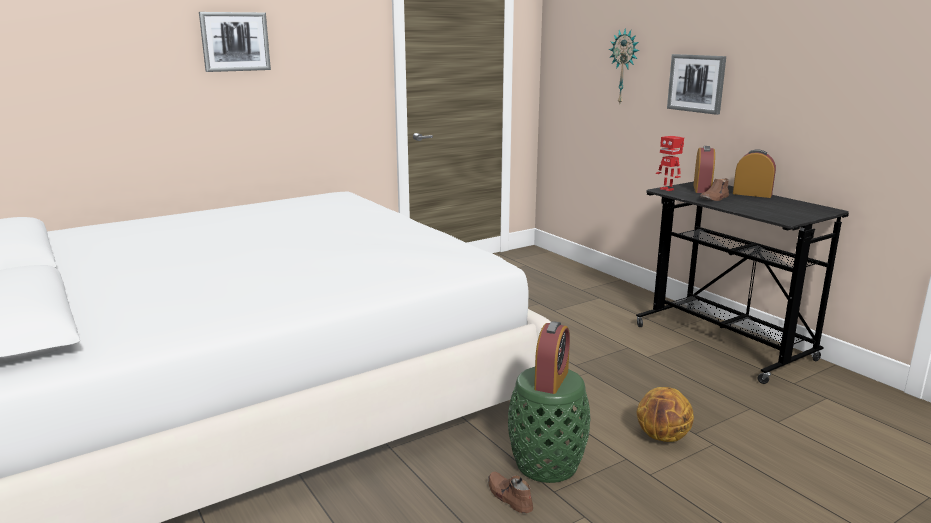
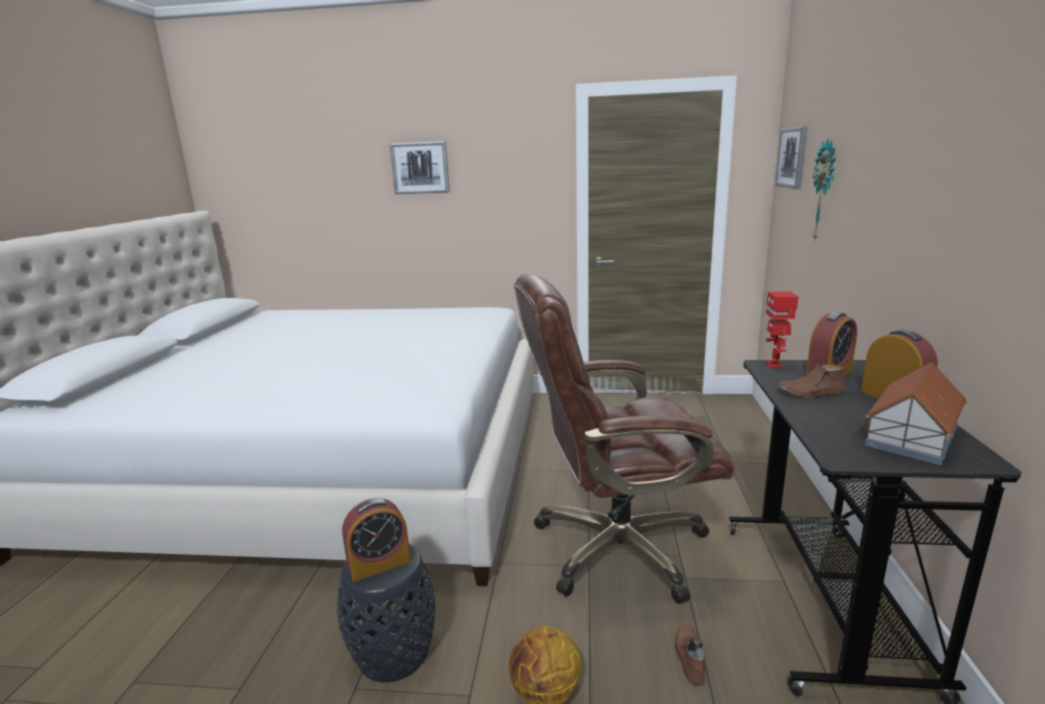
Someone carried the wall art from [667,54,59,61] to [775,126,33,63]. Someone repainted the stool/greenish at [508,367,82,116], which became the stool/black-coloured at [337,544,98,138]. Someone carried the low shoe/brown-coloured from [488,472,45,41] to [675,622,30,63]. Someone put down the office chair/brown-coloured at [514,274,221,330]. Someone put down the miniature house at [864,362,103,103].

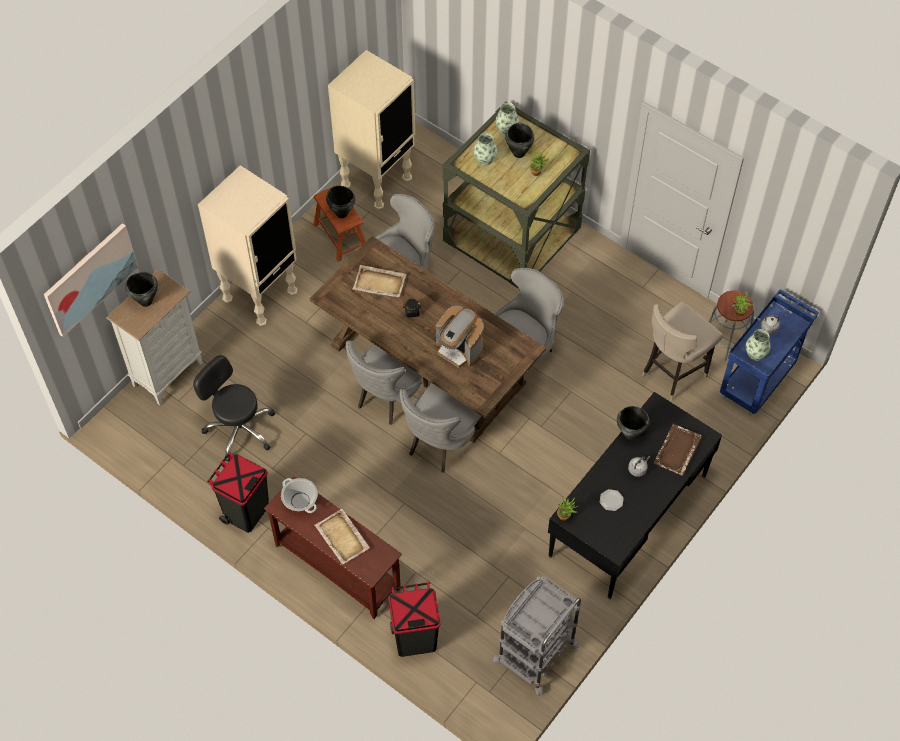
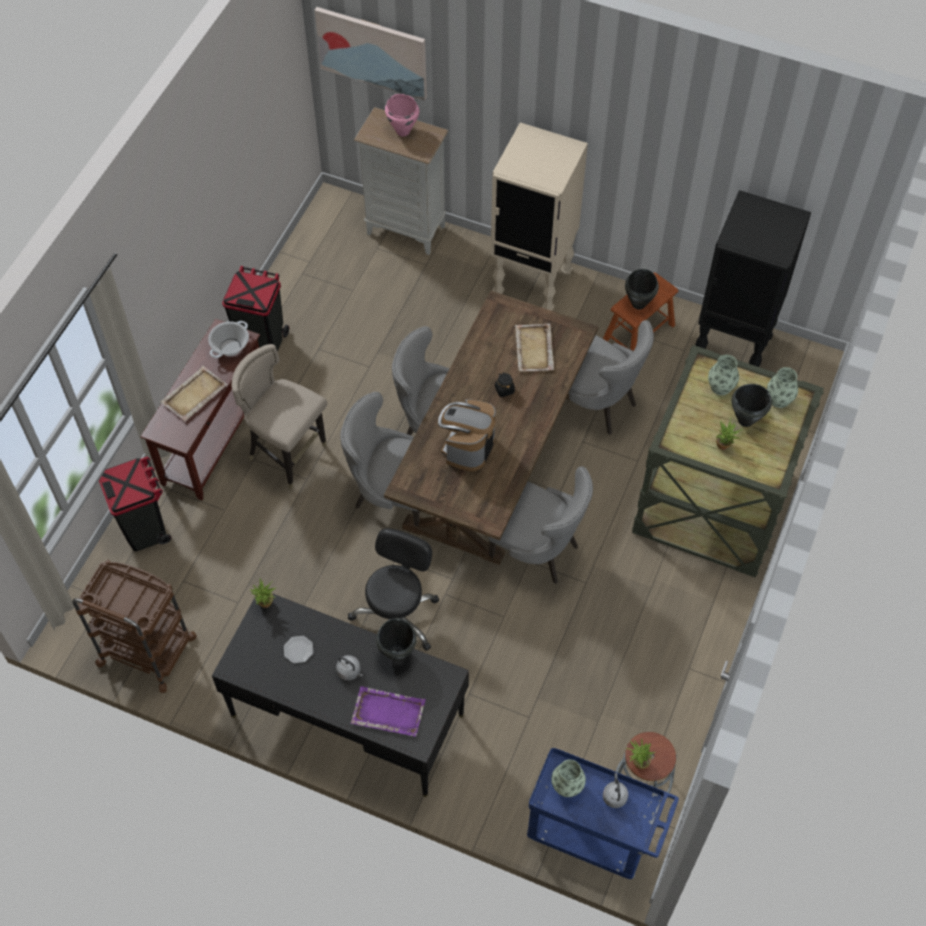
Someone repainted the cupboard/beige at [328,50,87,160], which became the cupboard/black-coloured at [695,190,116,177]. Someone repainted the saucepot/black-coloured at [125,272,33,35], which became the saucepot/pinkish at [385,94,34,42]. Someone carried the stool/beige from [642,301,81,100] to [231,344,96,146]. Someone carried the office chair/black-coloured from [193,355,82,107] to [348,528,91,123]. Someone repainted the tray/brown-coloured at [654,423,48,53], which became the tray/purple-coloured at [351,686,75,51]. Someone repainted the cart/greyish at [493,576,88,120], which became the cart/brown-coloured at [72,560,125,133].

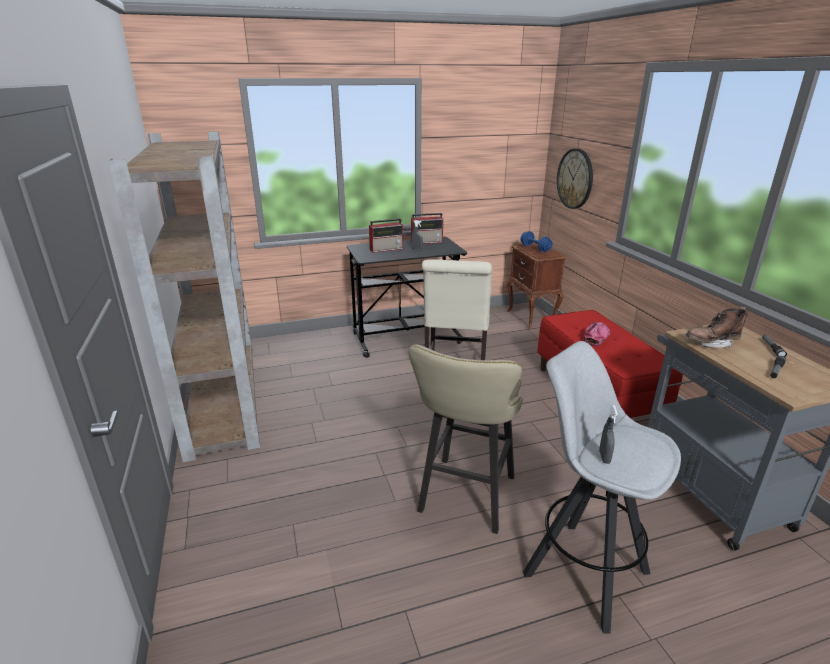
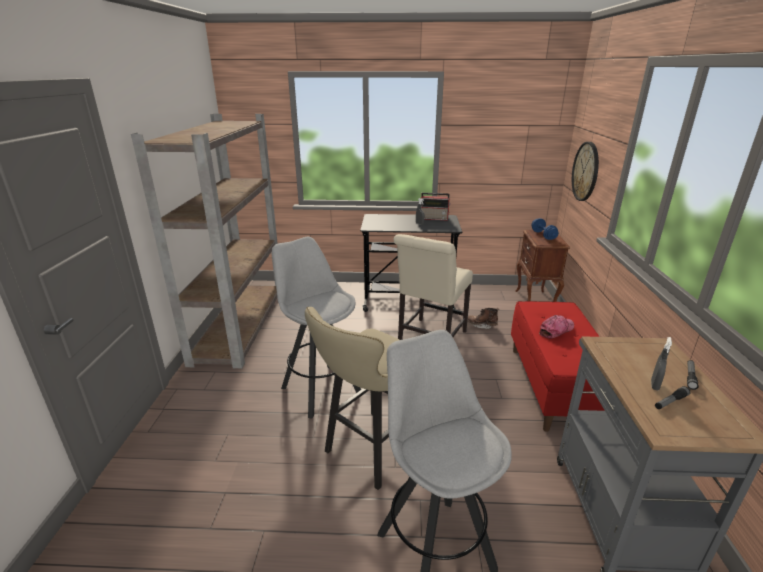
Someone took away the radio receiver at [369,218,34,35]. Someone carried the boot/brown-coloured from [686,306,61,42] to [467,308,32,21]. Someone carried the sprayer/greyish from [599,405,19,59] to [651,337,21,53]. Someone put down the stool/greyish at [272,237,89,182].

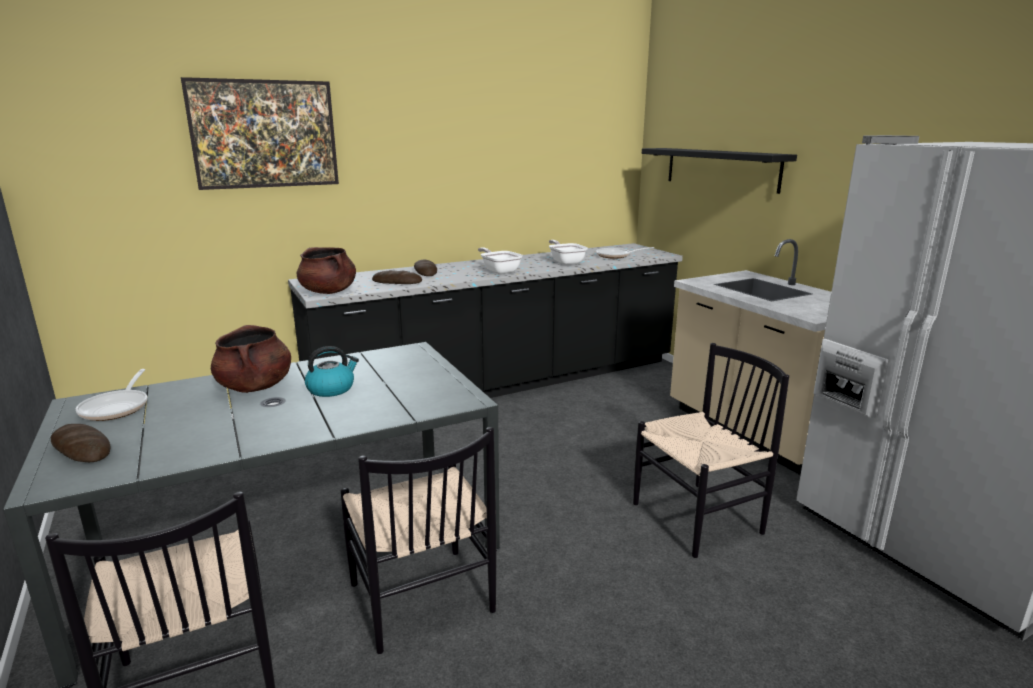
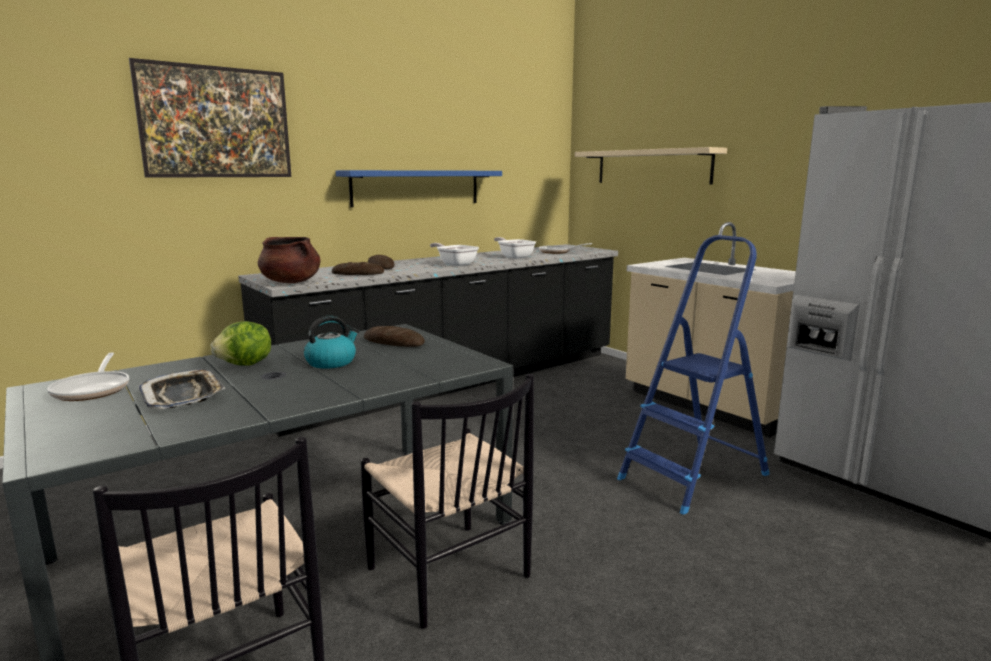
Someone repainted the bracket shelf/black-coloured at [642,148,155,46], which became the bracket shelf/beige at [575,147,152,37]. Someone swapped the saucepot/brown-coloured at [211,325,80,68] for the head of lettuce at [210,321,61,44]. Someone swapped the upright chair/black-coloured at [633,343,156,215] for the stepladder/blue-coloured at [617,235,153,280]. Someone carried the baked bread from [51,424,60,38] to [364,326,61,21]. Someone put up the bracket shelf/blue-coloured at [336,170,166,37]. Someone put down the tray at [139,369,86,40].

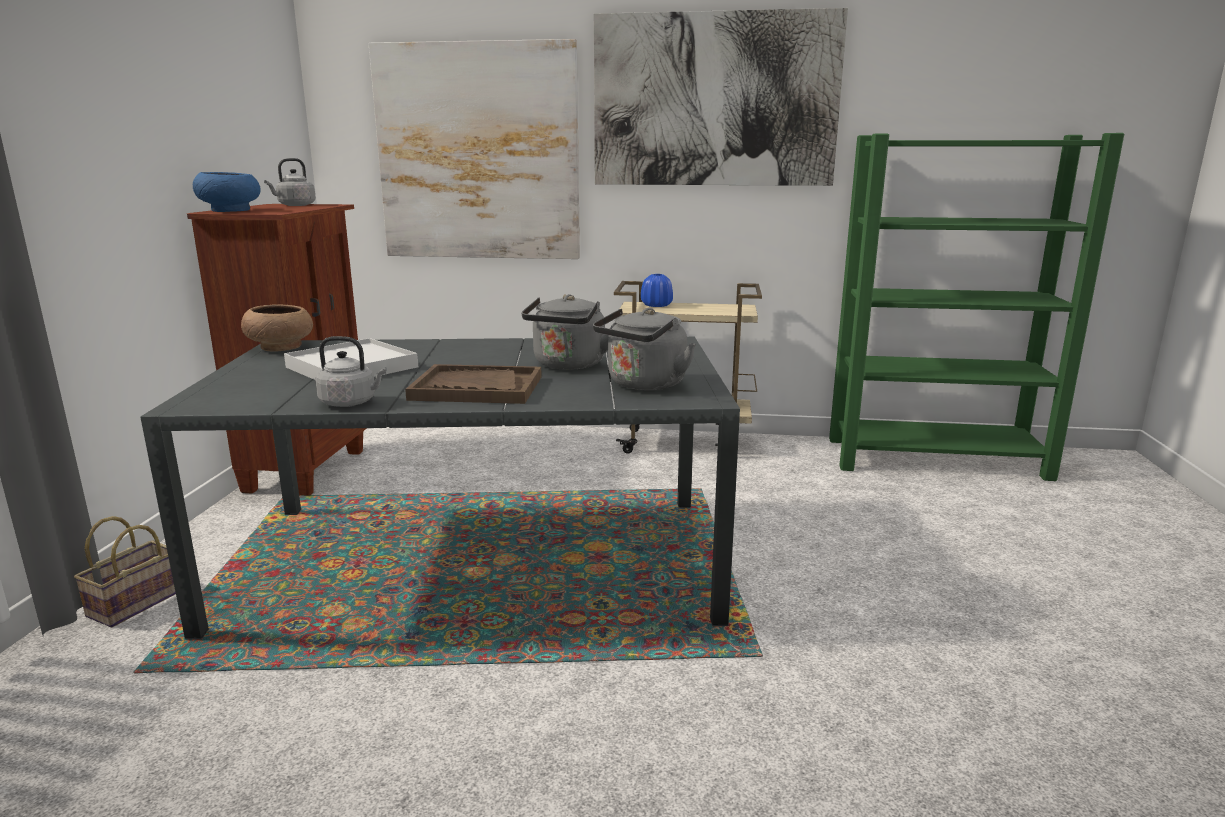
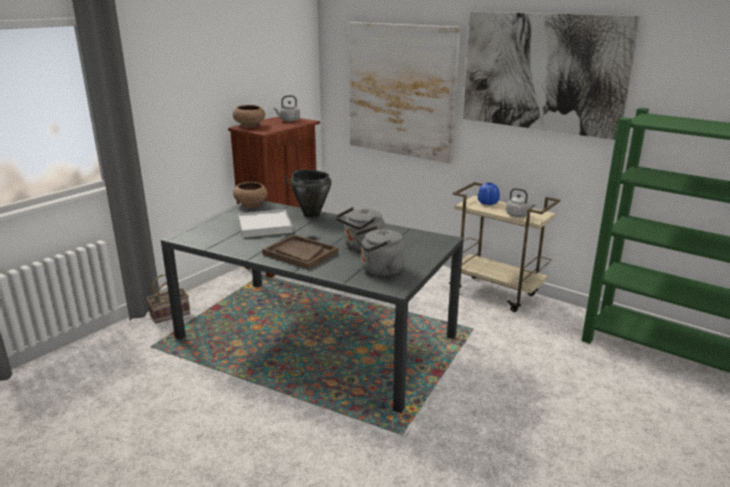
Someone repainted the bowl/blue-coloured at [193,172,67,40], which became the bowl/brown-coloured at [233,105,32,23]. Someone carried the kettle/greyish from [315,336,72,71] to [506,188,30,29]. Someone put down the saucepot/black-coloured at [290,170,41,48].

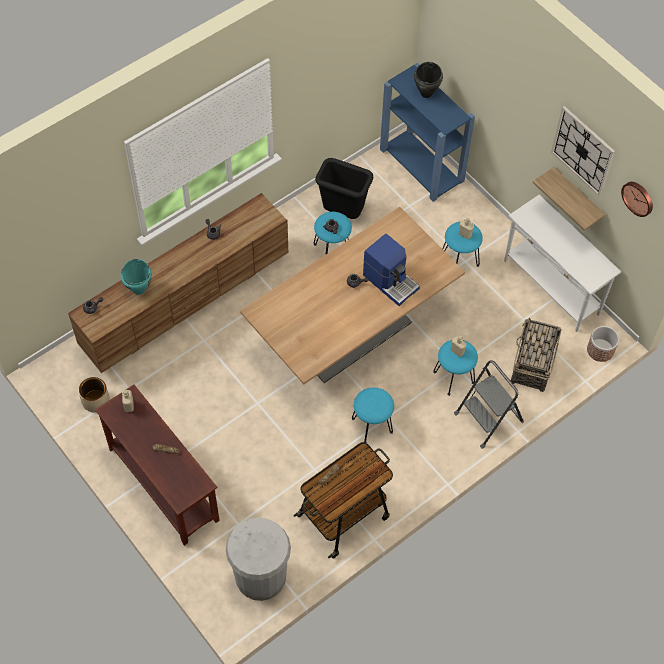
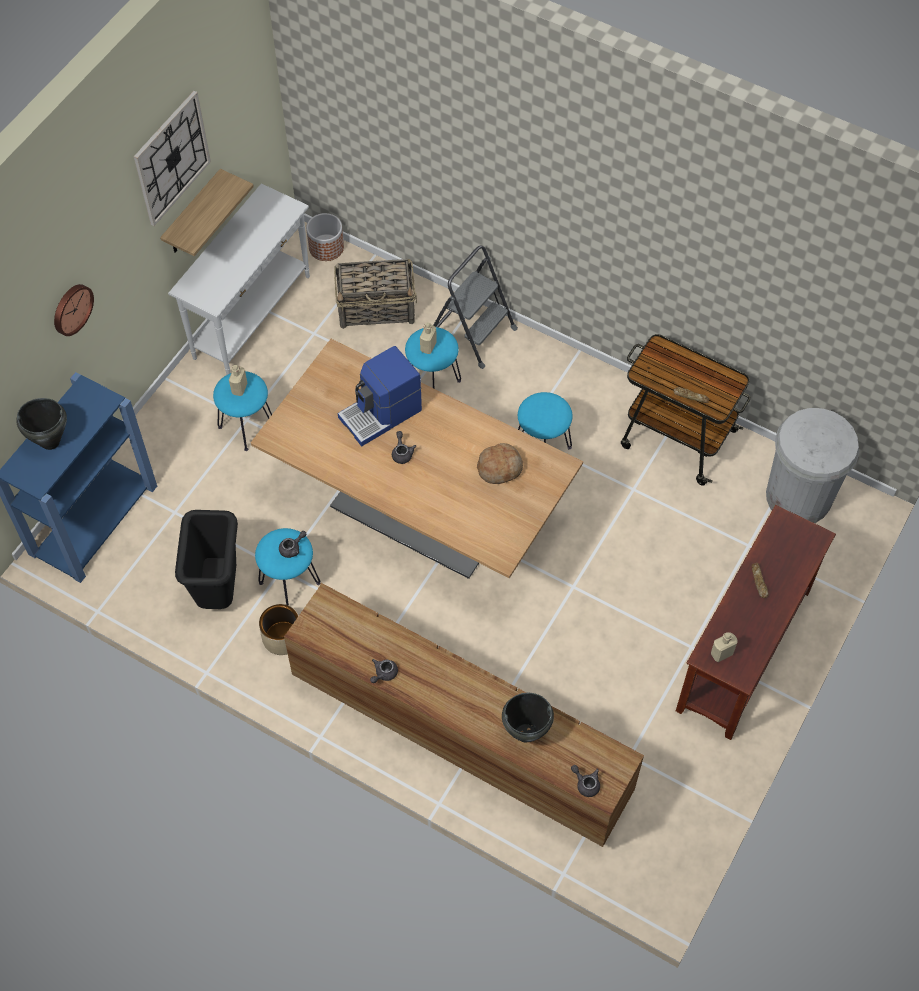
Someone carried the hanging clock from [621,182,32,35] to [54,284,40,52]. Someone rotated the coffee brewer at [363,234,57,72] by 150 degrees counterclockwise. Someone repainted the saucepot/turquoise-coloured at [121,259,31,36], which became the saucepot/black-coloured at [502,693,52,49]. Someone carried the plant pot/beige from [78,377,32,35] to [259,604,39,51]. Someone put down the baked bread at [477,443,46,41].

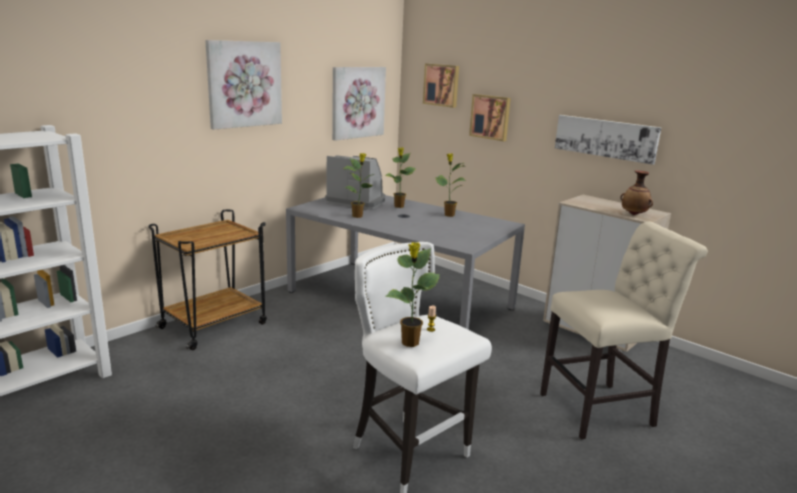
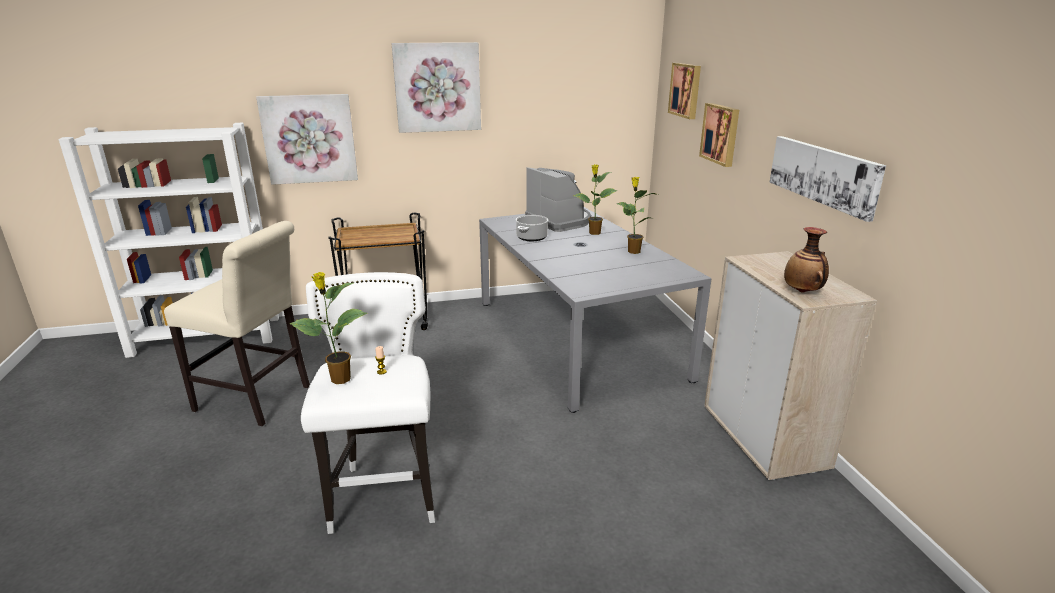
Someone carried the wall art from [332,67,54,74] to [256,94,102,91]. Someone swapped the potted plant at [343,153,30,65] for the saucepot at [515,215,34,26]. Someone carried the stool/beige from [540,221,168,219] to [164,221,146,205].

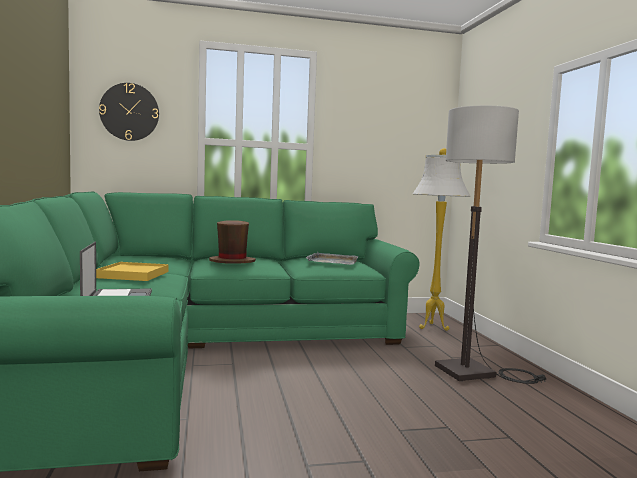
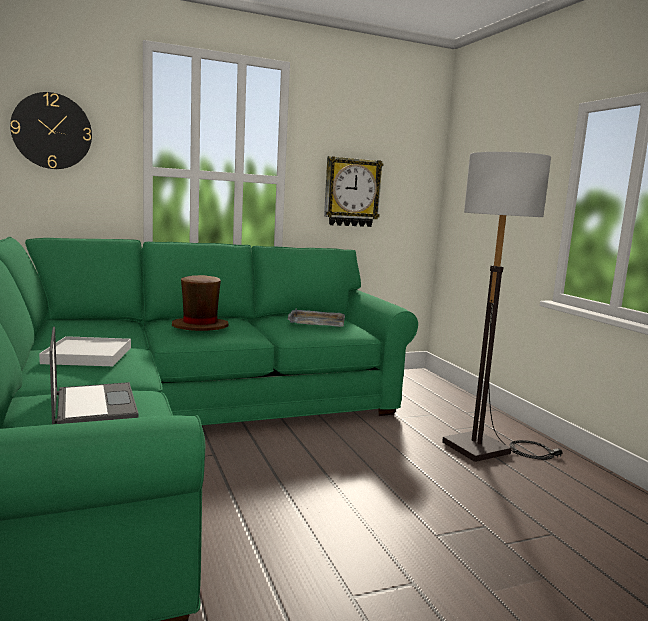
Someone took away the standing lamp/whitish at [413,148,57,183]. Someone repainted the tray/yellow at [96,262,73,19], which became the tray/whitish at [39,336,92,30]. Someone put up the hanging clock at [324,156,59,71].

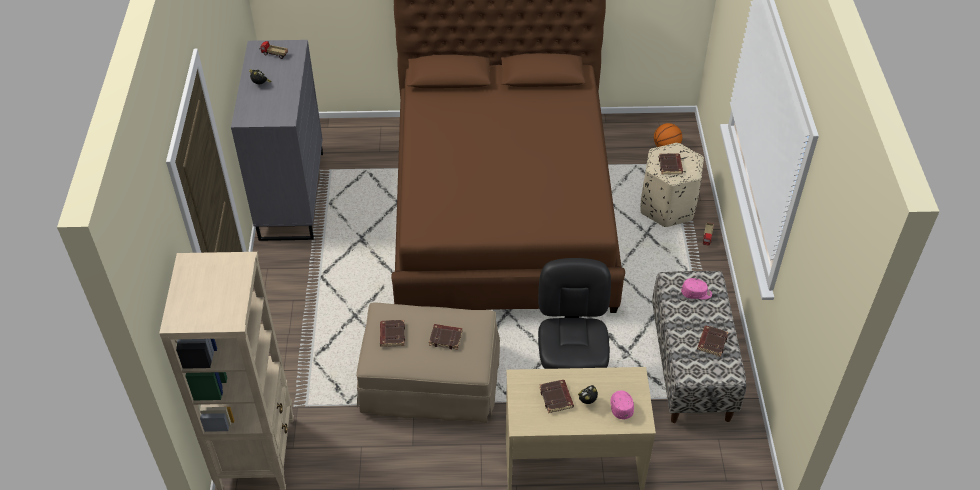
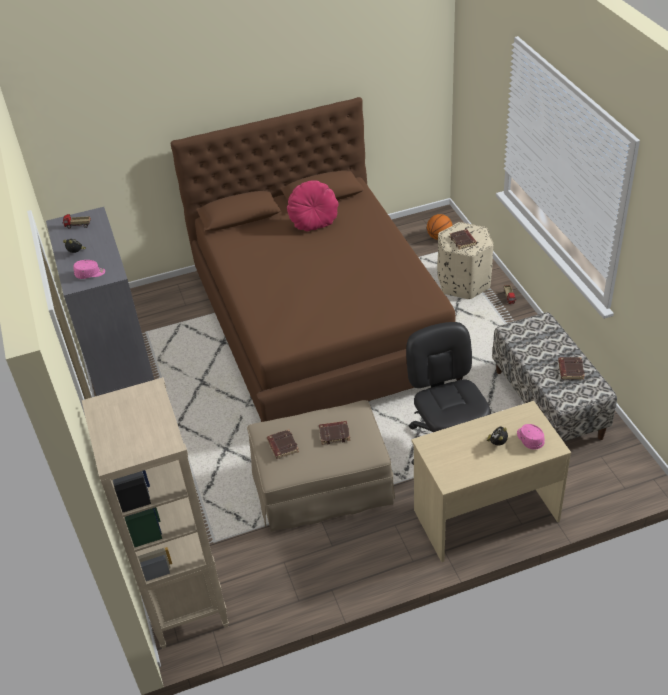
Someone carried the peaked cap/pinkish from [681,278,31,22] to [74,260,31,19]. Someone took away the book/brown-coloured at [539,380,35,33]. Someone put down the cushion/pinkish at [287,180,52,51].

